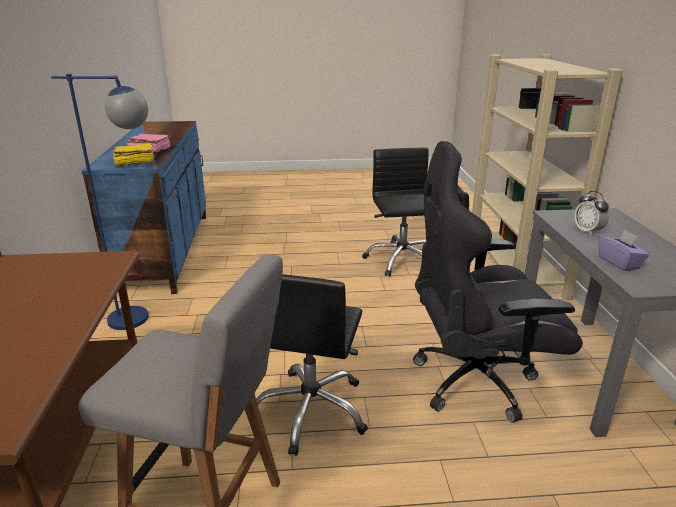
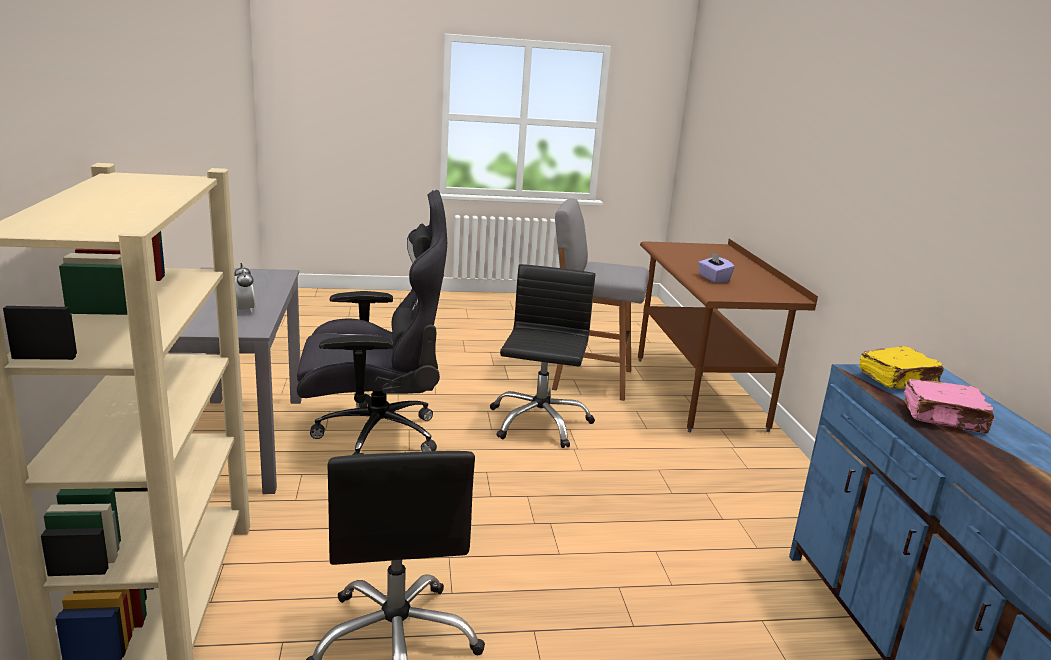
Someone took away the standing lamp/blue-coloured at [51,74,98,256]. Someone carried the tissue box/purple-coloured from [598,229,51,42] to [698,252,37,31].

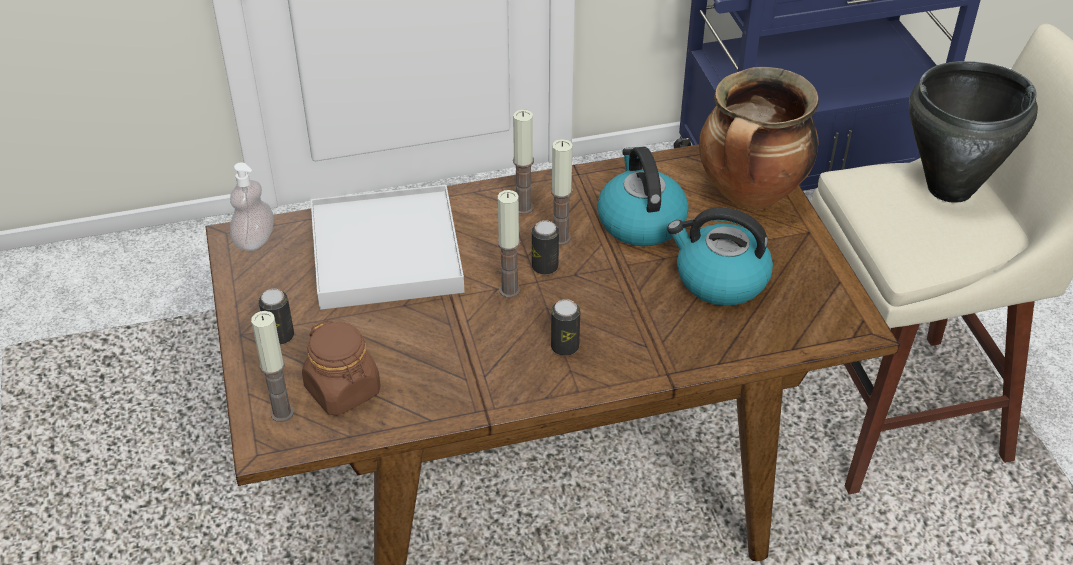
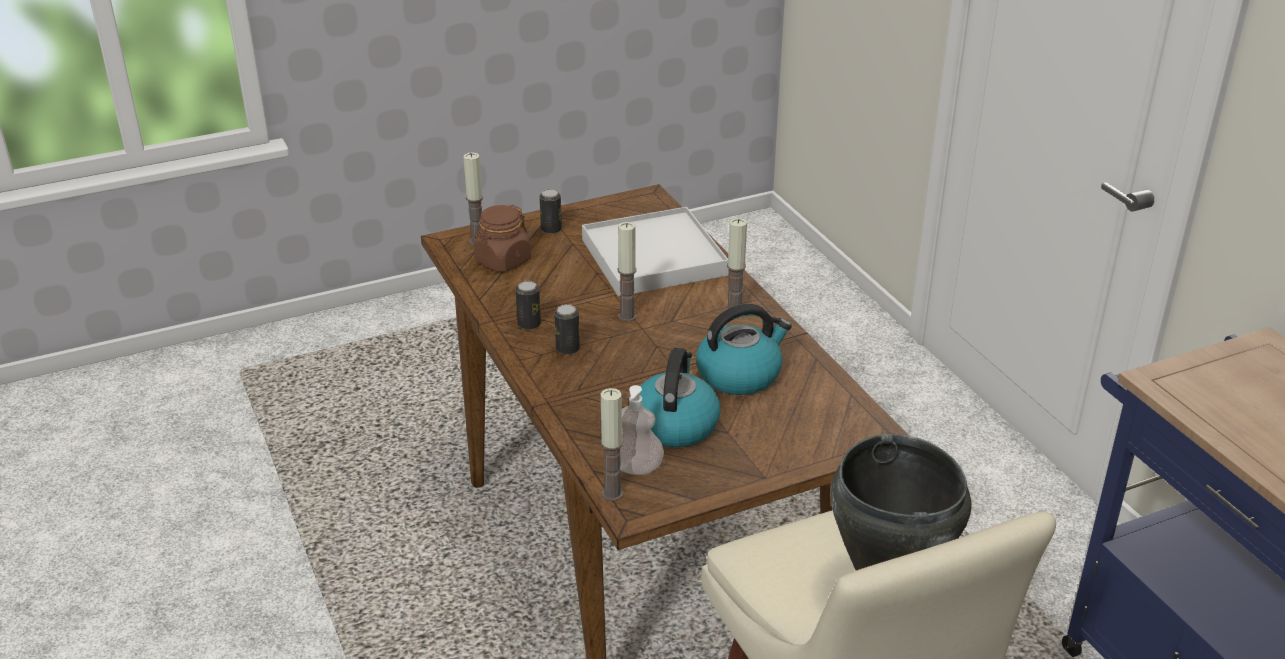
Someone took away the saucepot at [699,67,120,143]. Someone carried the wax candle from [551,139,22,106] to [600,388,23,113]. Someone carried the liquid soap bottle from [230,162,44,89] to [620,385,44,90]. Someone carried the sealed can from [532,220,27,55] to [516,281,25,49].

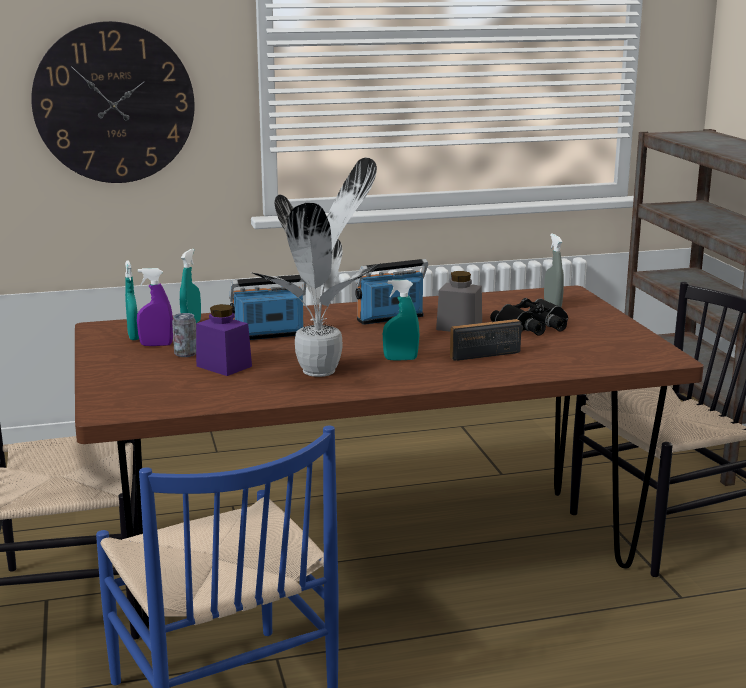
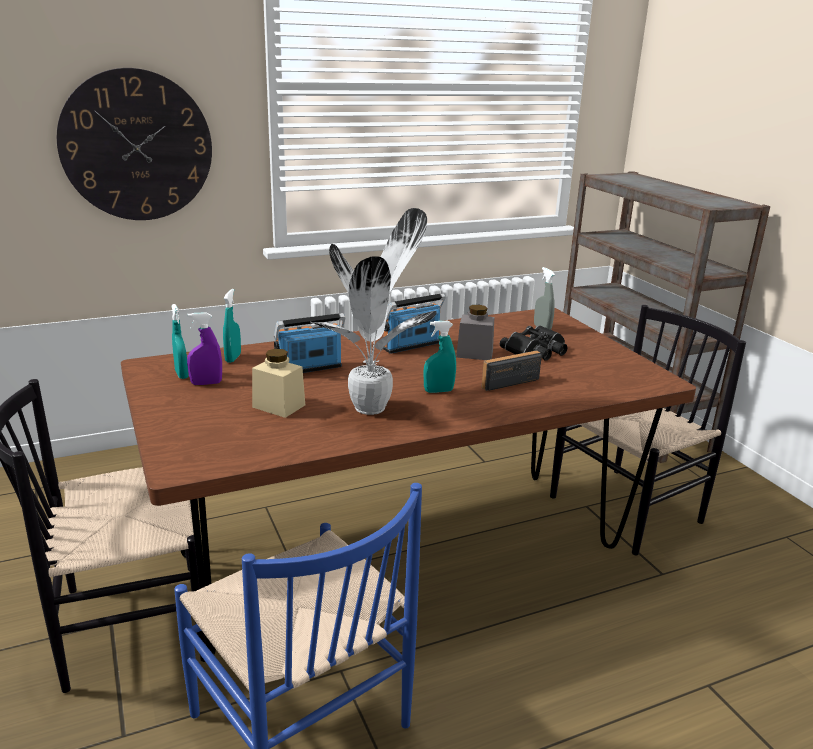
Someone repainted the storage jar/purple-coloured at [196,304,56,72], which became the storage jar/beige at [252,349,53,69]. Someone took away the sealed can at [172,313,24,44].

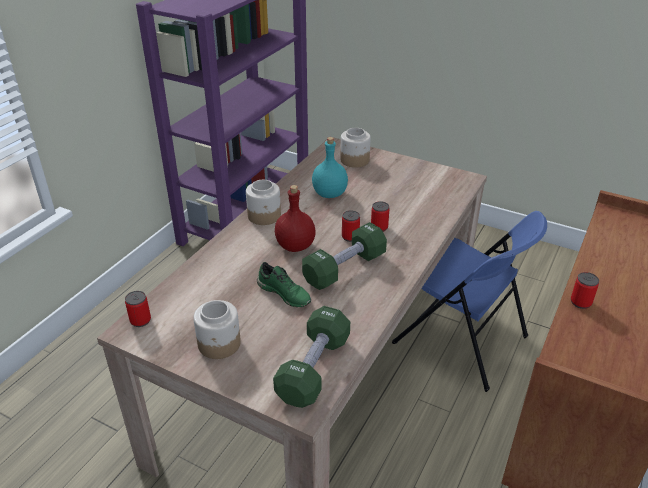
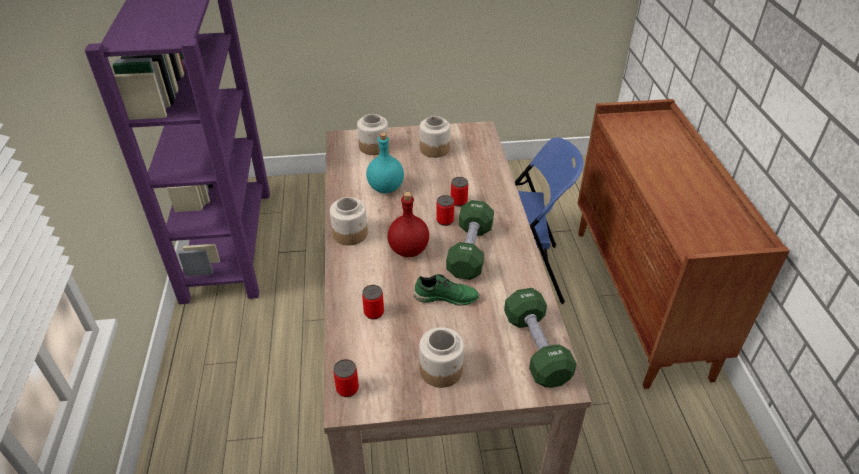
Someone carried the sealed can from [571,272,28,37] to [362,285,22,35]. Someone put down the storage jar at [420,116,30,42].

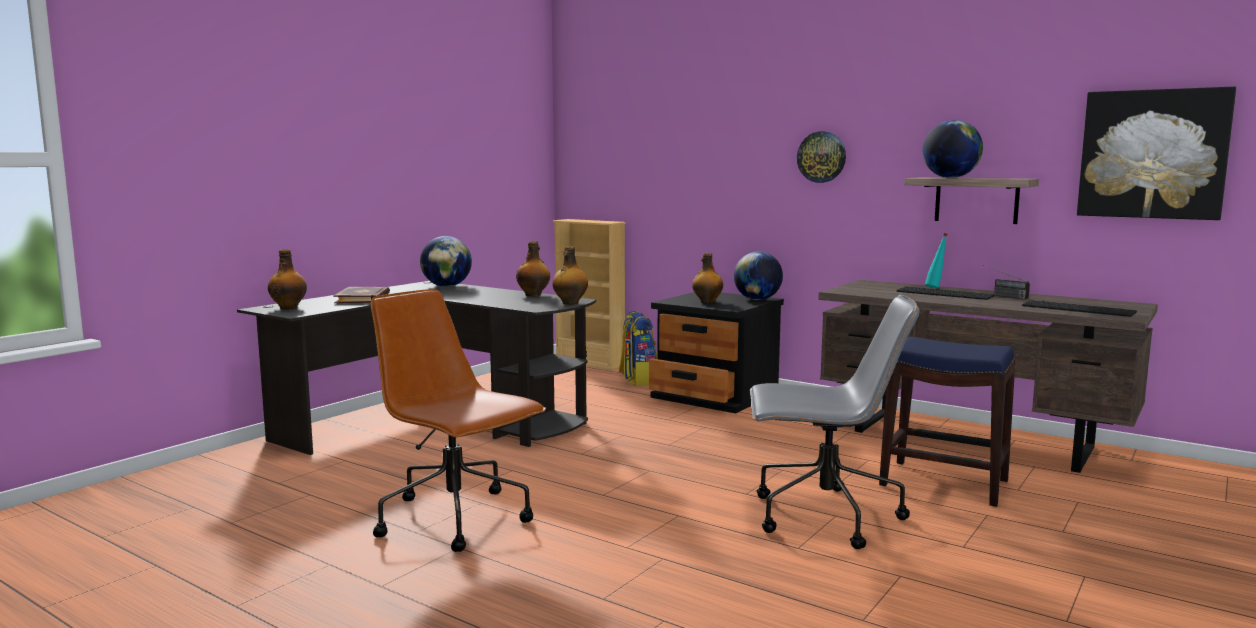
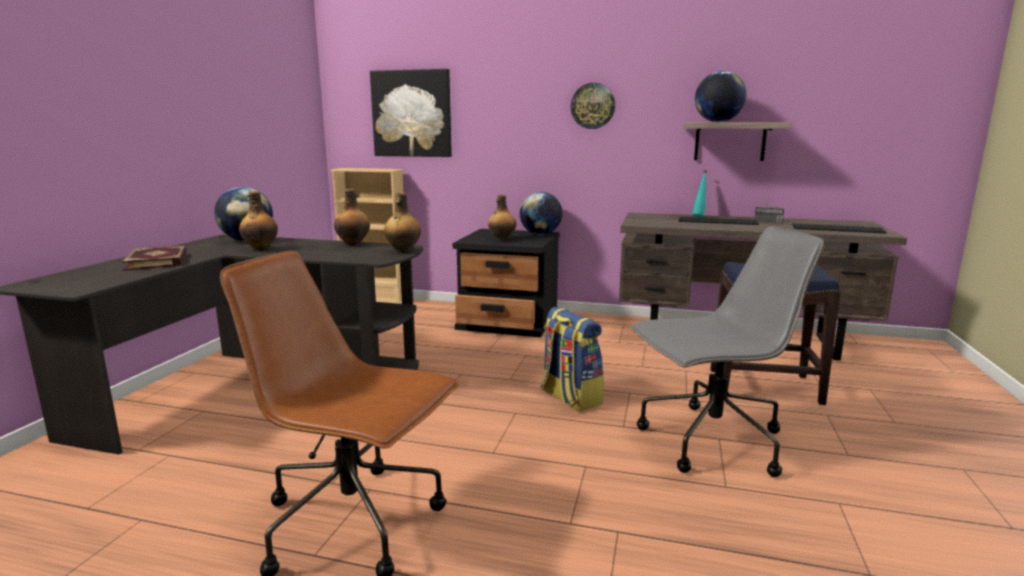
Someone carried the wall art from [1077,87,159,133] to [370,69,82,88]. Someone carried the bottle from [268,249,39,61] to [239,191,39,60]. Someone carried the rucksack from [619,311,38,75] to [541,307,63,105].

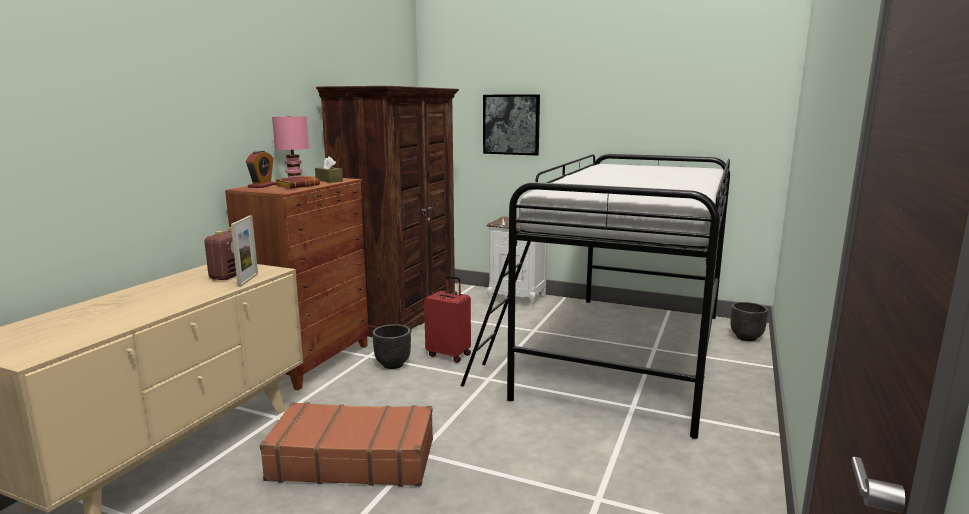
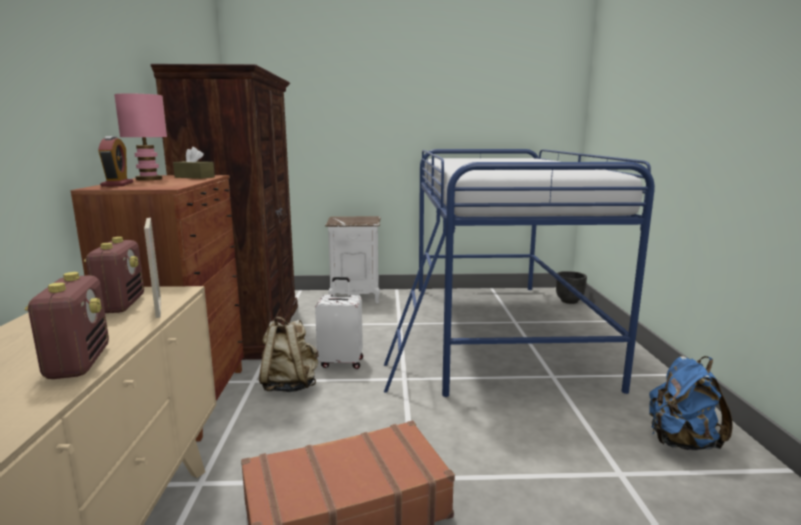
Someone took away the wall art at [483,94,57,62]. Someone repainted the bedroom bed/black-coloured at [461,154,269,285], which became the bedroom bed/blue-coloured at [384,149,271,248]. Someone took away the book/brown-coloured at [275,176,45,13]. Someone repainted the piece of luggage/reddish at [424,276,47,87], which became the piece of luggage/whitish at [315,277,48,92]. Someone swapped the plant pot/black-coloured at [372,324,39,45] for the rucksack/beige at [259,316,60,76]. Someone put down the radio receiver at [25,272,84,107]. Someone put down the rucksack/blue-coloured at [649,356,84,94].

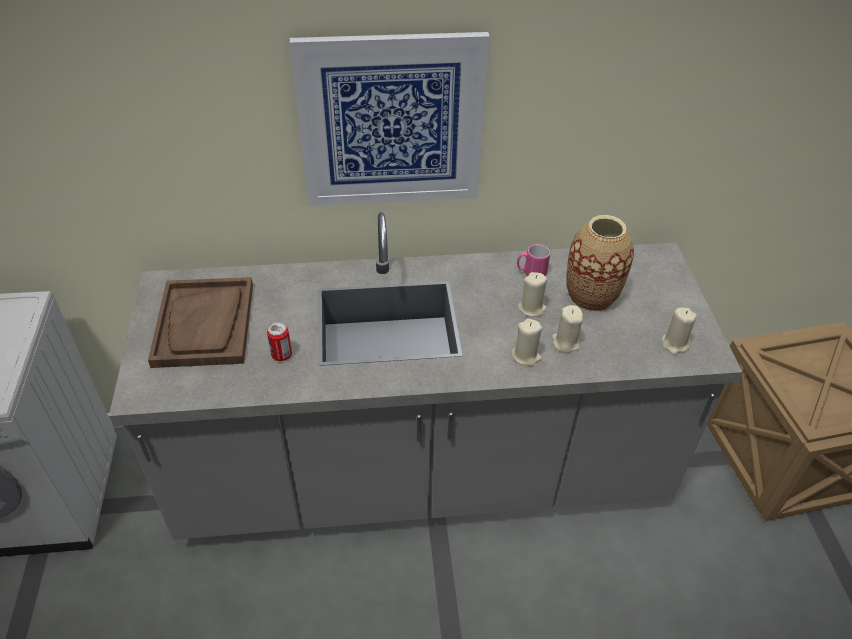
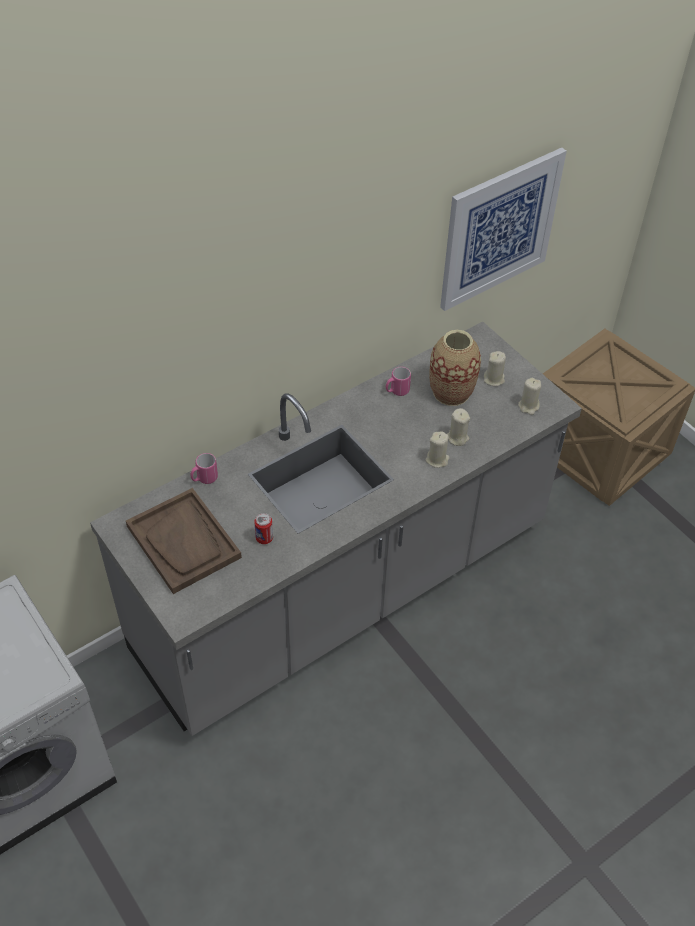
Someone carried the wall art from [290,32,200,174] to [440,148,127,163]. Someone carried the wax candle/beige from [518,272,29,45] to [484,351,22,35]. Someone put down the tea mug/pinkish at [190,453,28,31].

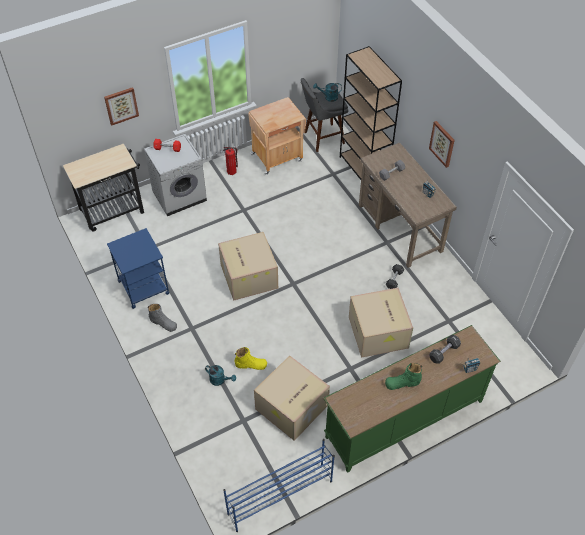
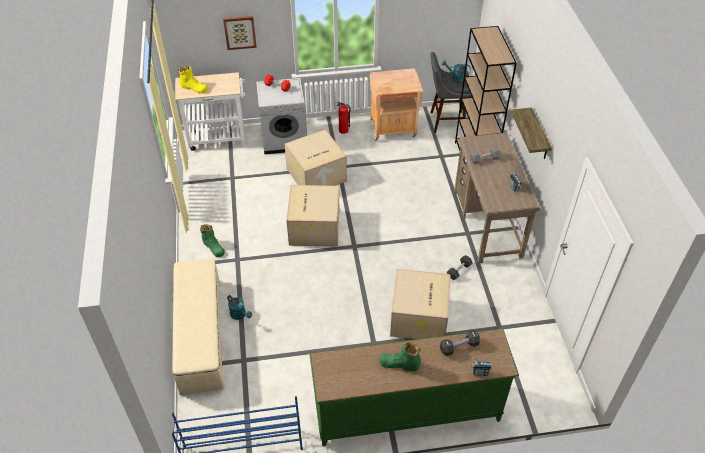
Someone swapped the wall art at [429,121,26,47] for the bracket shelf at [511,108,41,51]. Someone repainted the cart/black-coloured at [63,144,81,88], which became the cart/whitish at [175,72,71,79]. Someone took away the cart/blue-coloured at [107,228,63,80]. Someone repainted the boot/greyish at [148,304,29,28], which became the boot/greenish at [200,224,25,33]. Someone carried the boot/yellow from [235,347,32,23] to [178,66,30,28]. Someone carried the packing box from [254,355,76,86] to [285,129,62,57]. Someone put down the long seat/beige at [172,258,52,137].

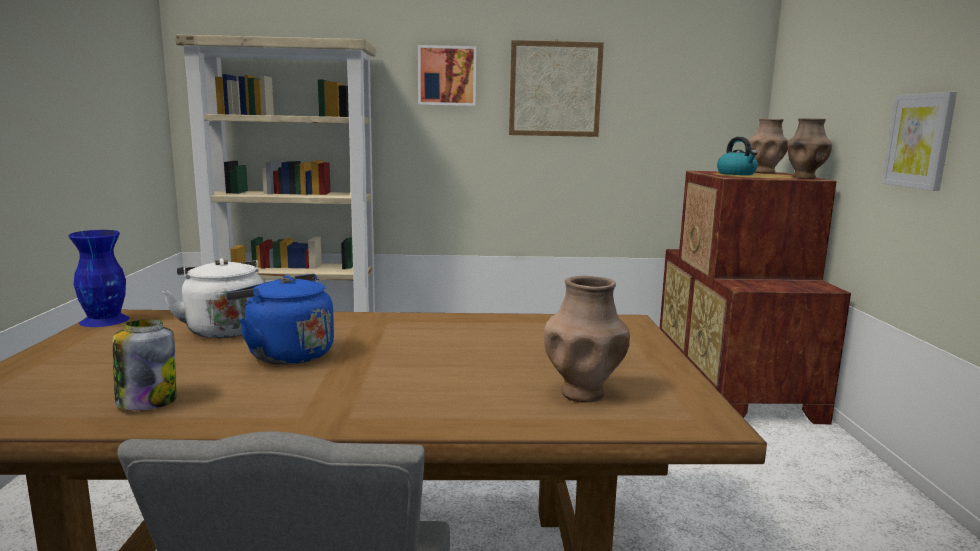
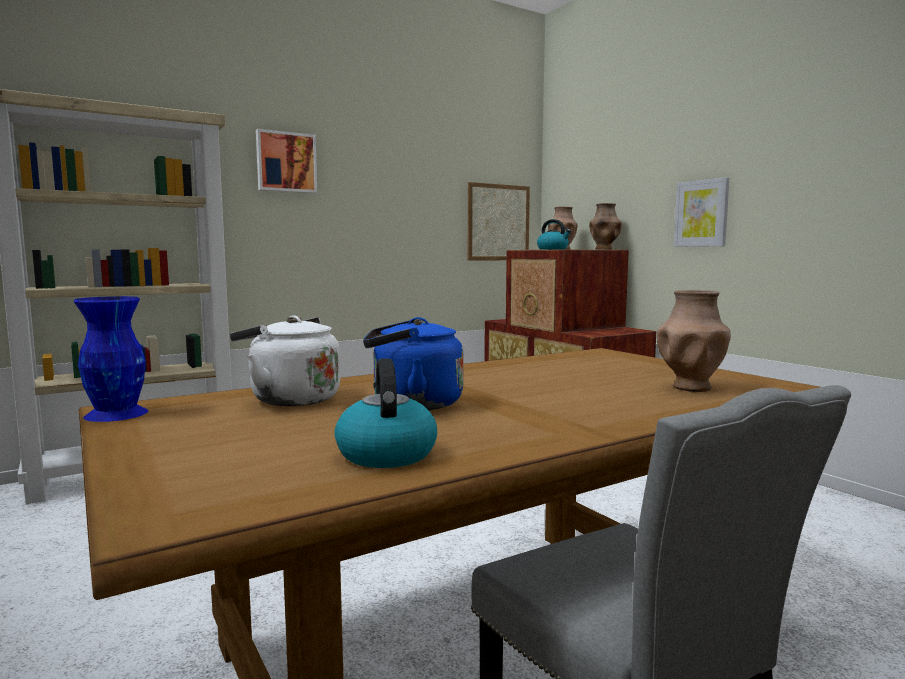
Someone carried the wall art from [509,40,95,97] to [468,182,62,79]. Someone swapped the storage jar at [113,319,64,91] for the kettle at [334,358,103,110].

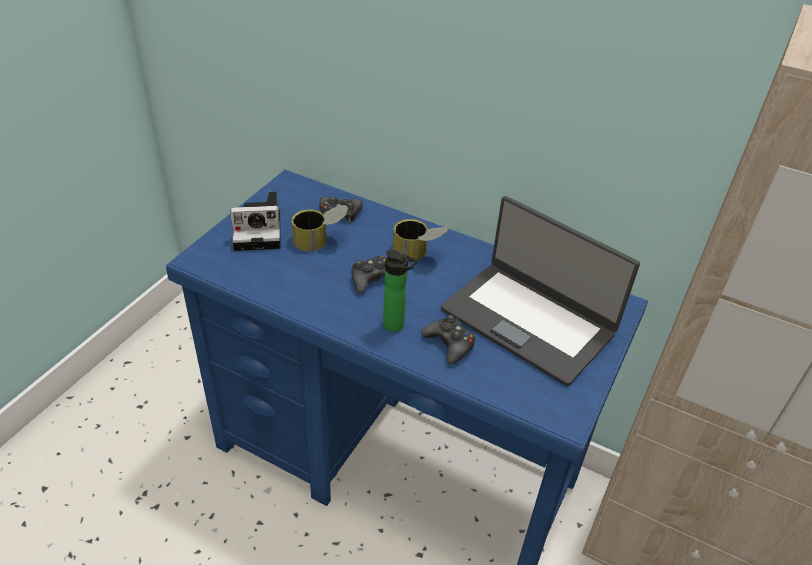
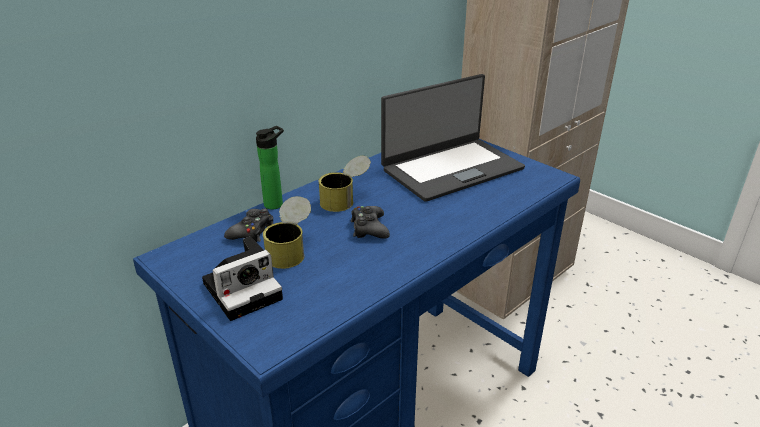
Someone rotated the still camera at [230,191,50,60] by 45 degrees clockwise. Someone carried the bottle from [383,250,35,82] to [256,126,28,83]. Someone took away the game controller/black-coloured at [421,315,54,50].

